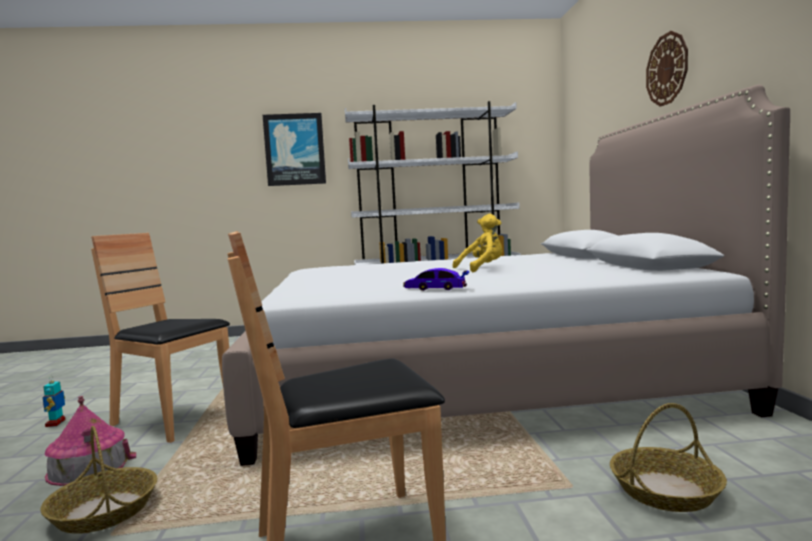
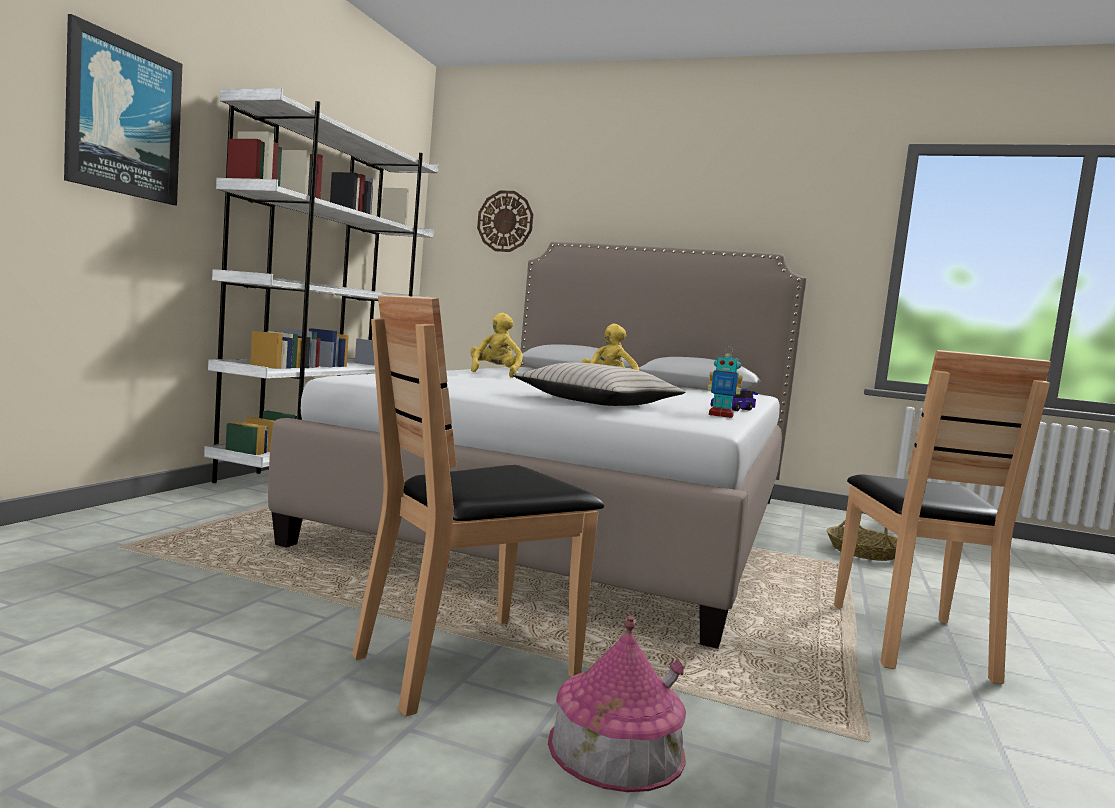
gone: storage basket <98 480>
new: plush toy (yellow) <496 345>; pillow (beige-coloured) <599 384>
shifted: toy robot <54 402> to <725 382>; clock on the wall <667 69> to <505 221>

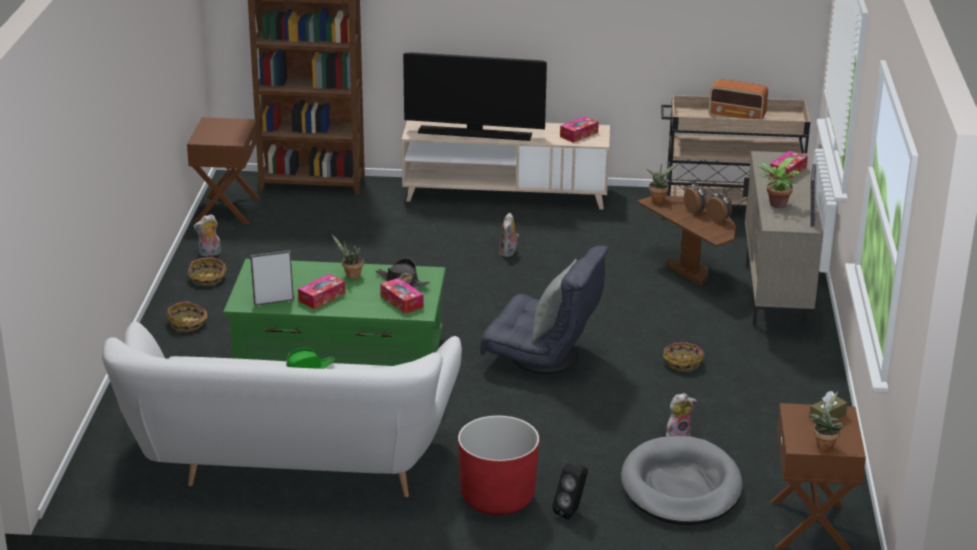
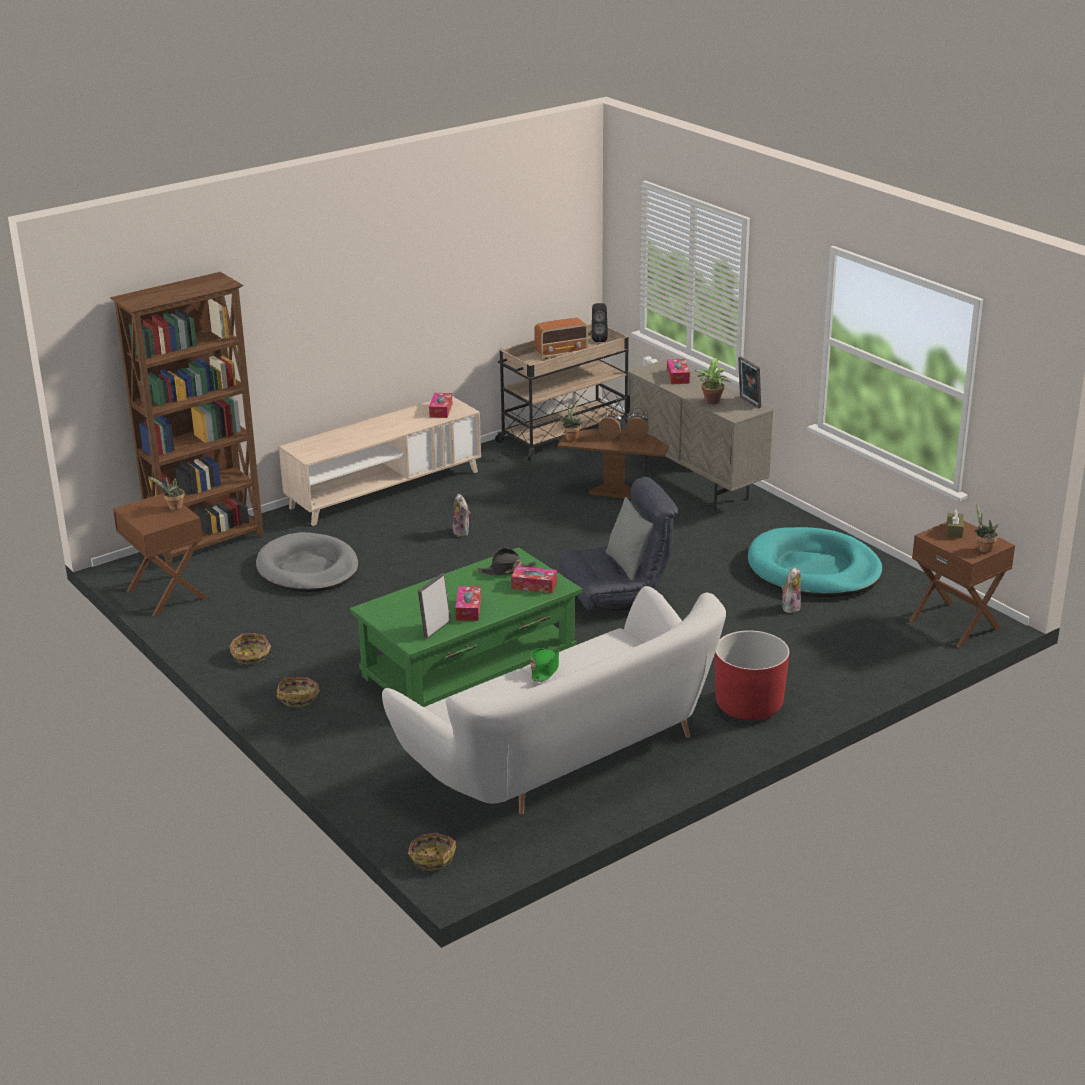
gone: plush toy <207 235>; television <475 96>
new: dog cushion (turquoise) <815 562>
shifted: houseplant <348 257> to <166 493>; speaker (black-coloured) <570 491> to <600 322>; dog cushion (greyish) <682 480> to <307 562>; storage basket <683 356> to <431 852>

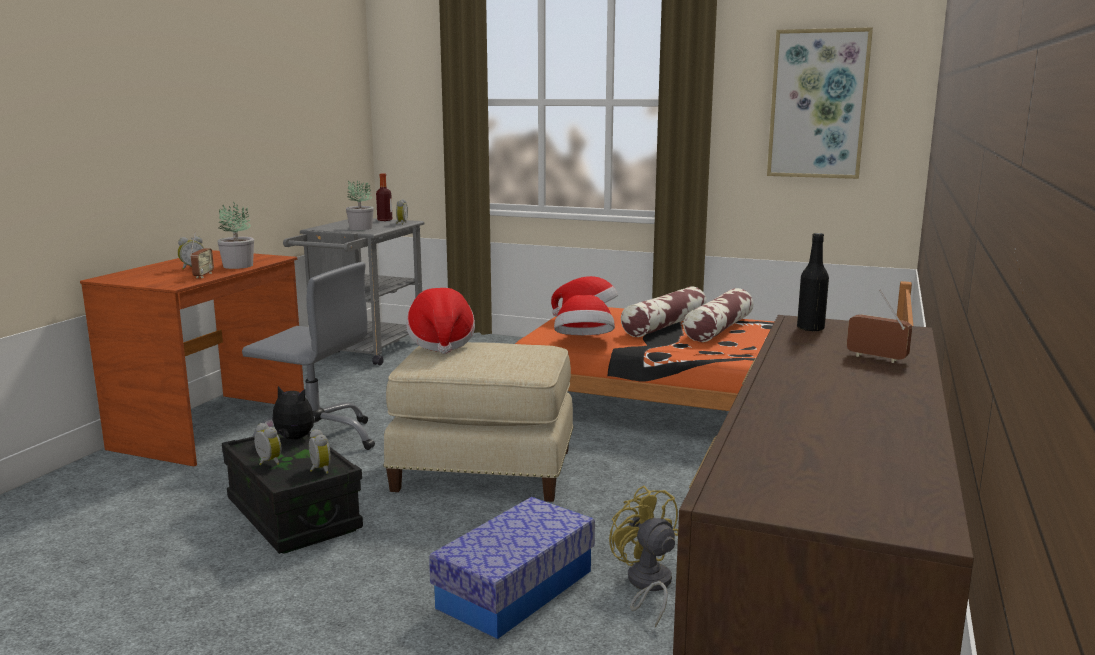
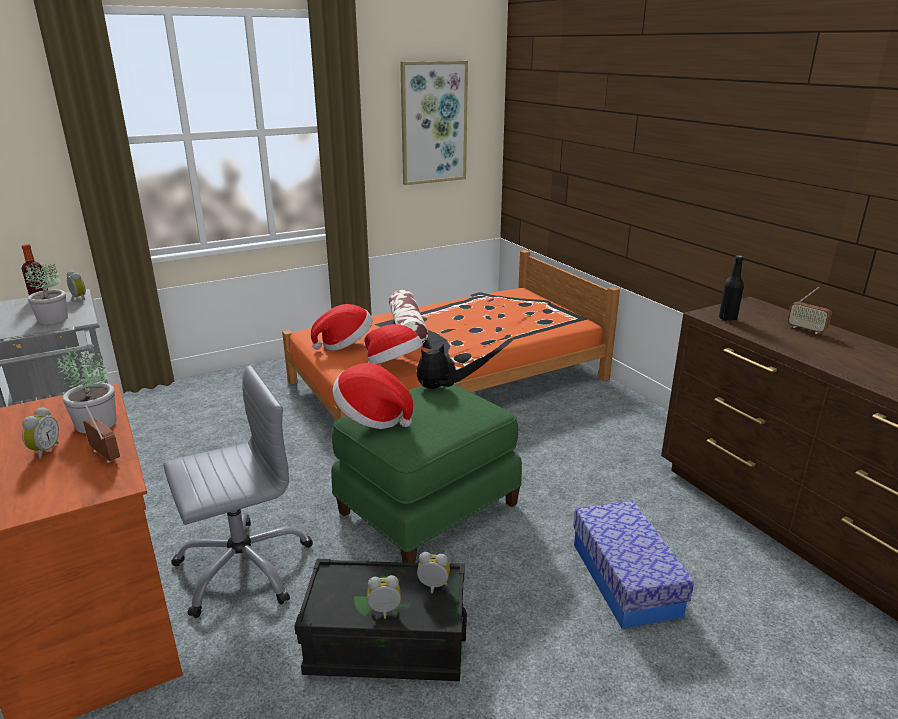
gone: fan (yellow) <643 556>; pillow <718 315>
shifted: plush toy <289 412> to <435 366>
repainted: footrest (beige-coloured) <478 422> to footrest (green) <426 473>
rotated: radio set <879 326> = <809 310> 120 degrees counterclockwise

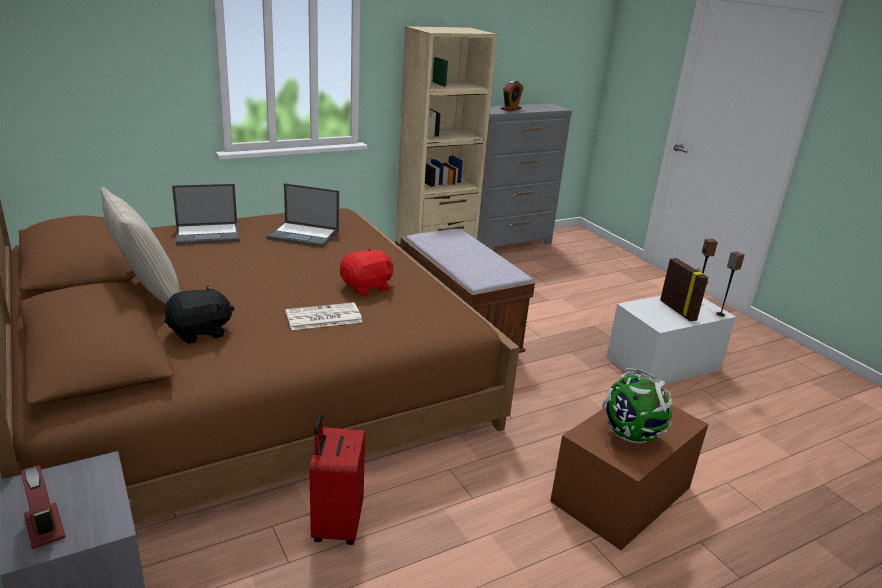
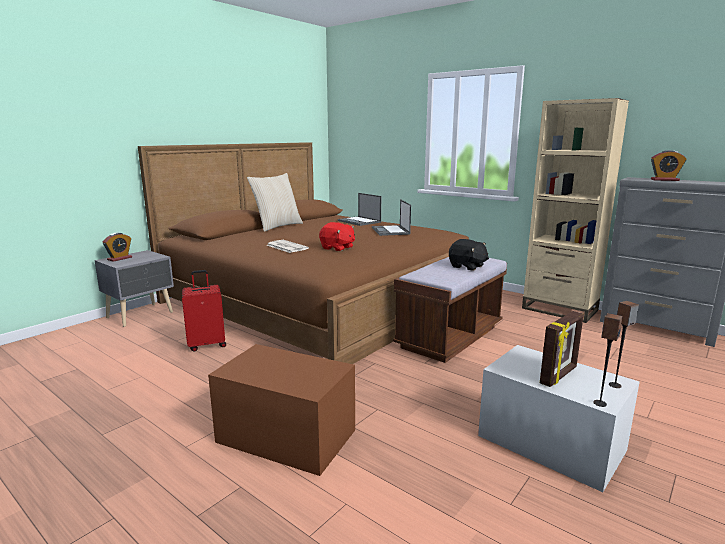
gone: desk globe <637 405>
shifted: plush toy (black-coloured) <199 314> to <469 255>

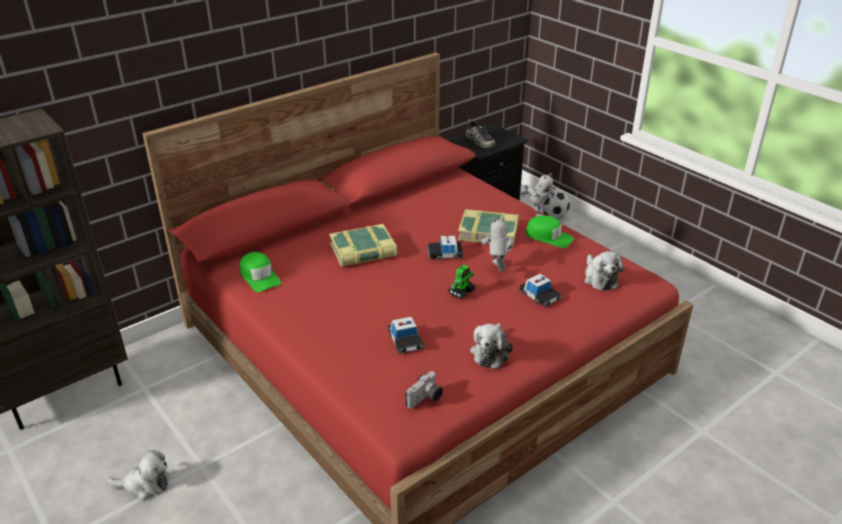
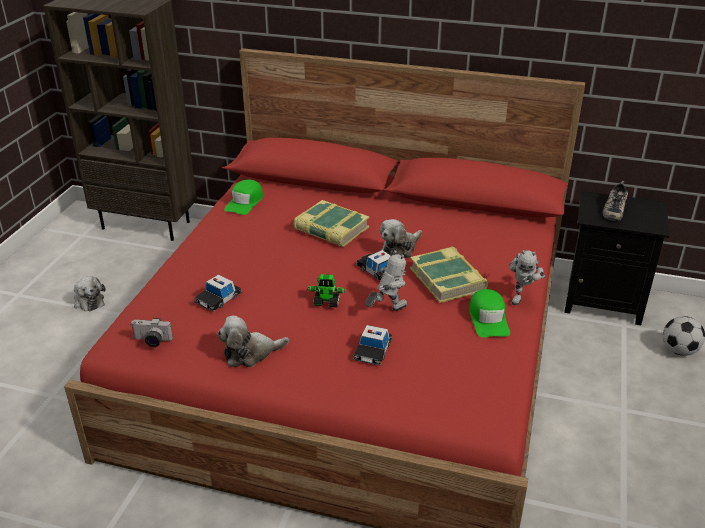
shifted: plush toy <604 271> to <401 238>

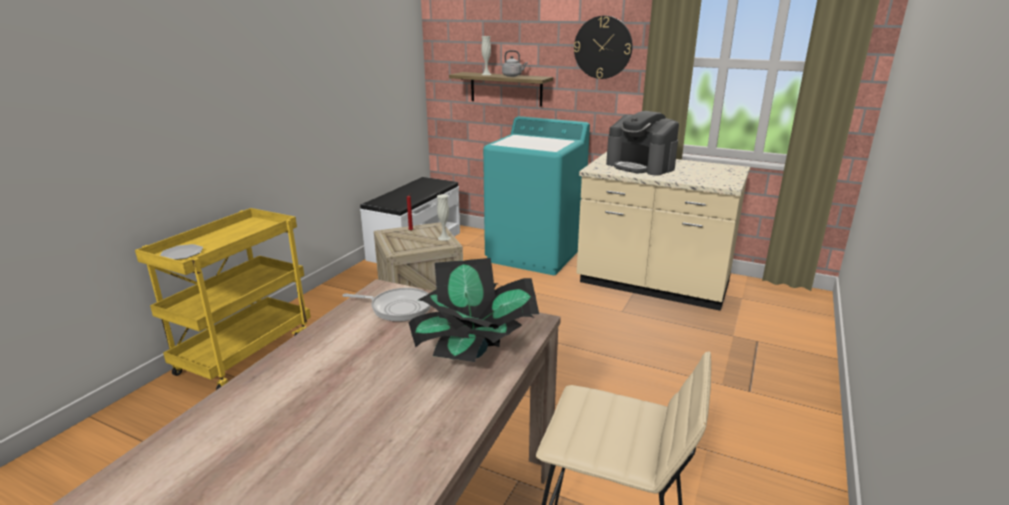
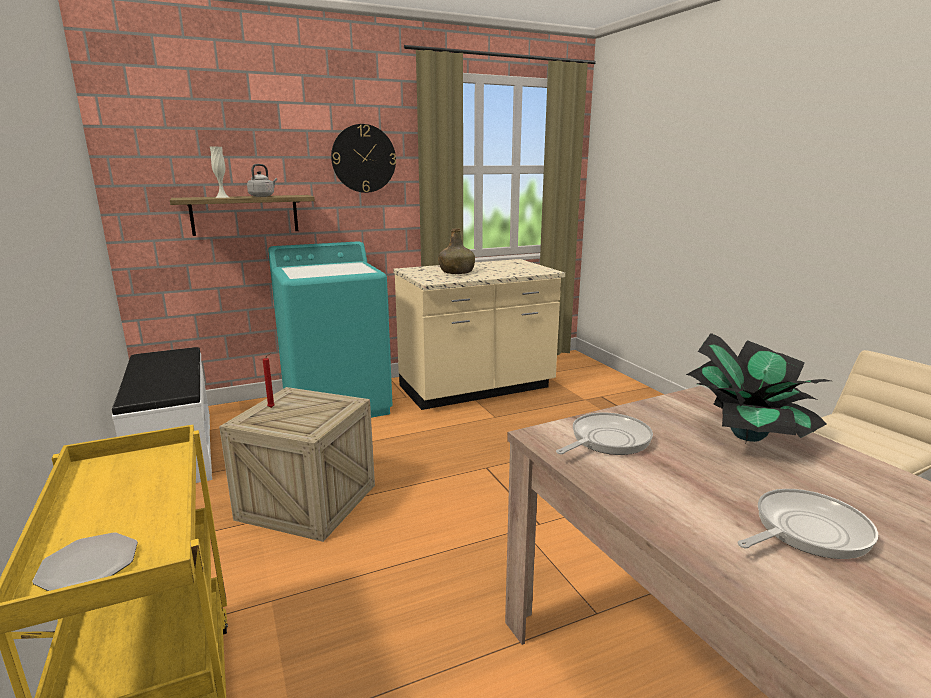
gone: vase (whitish) <444 217>
new: pan <807 524>
swapped: coffee brewer <642 143> to beverage bottle (green) <456 251>

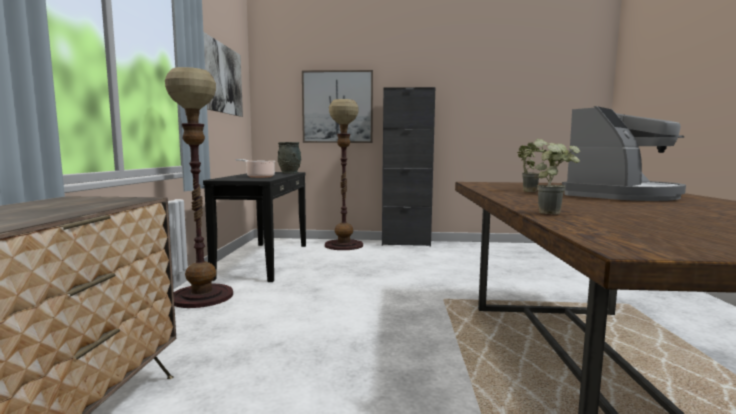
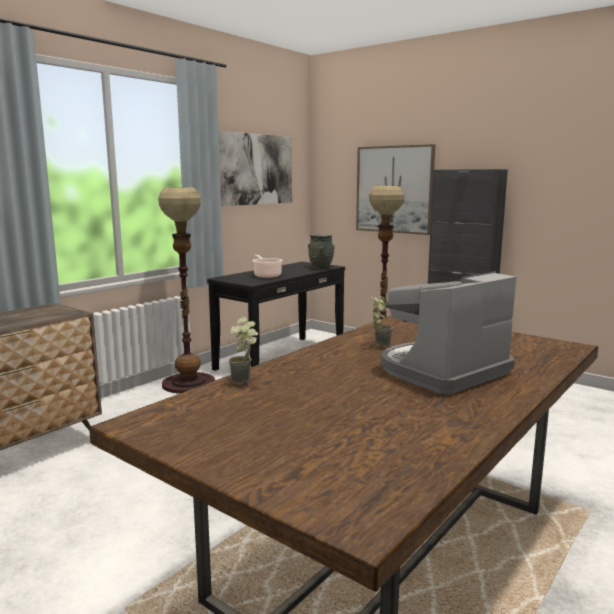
rotated: coffee brewer <624 153> = <448 332> 150 degrees clockwise

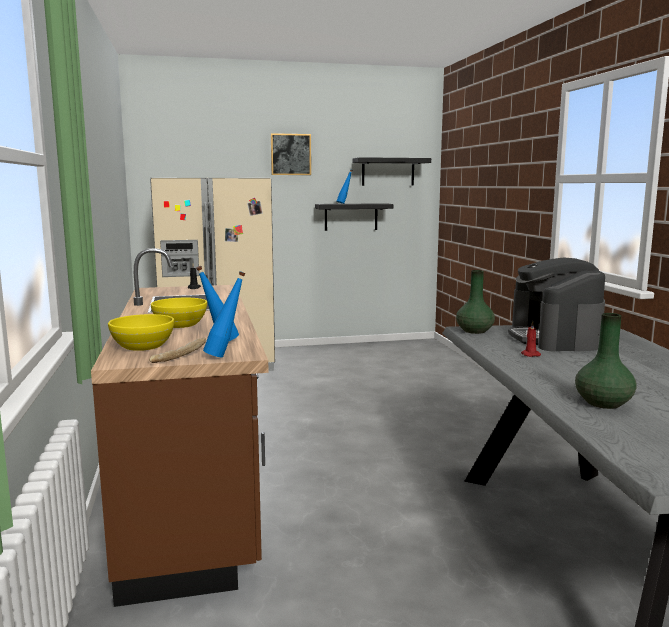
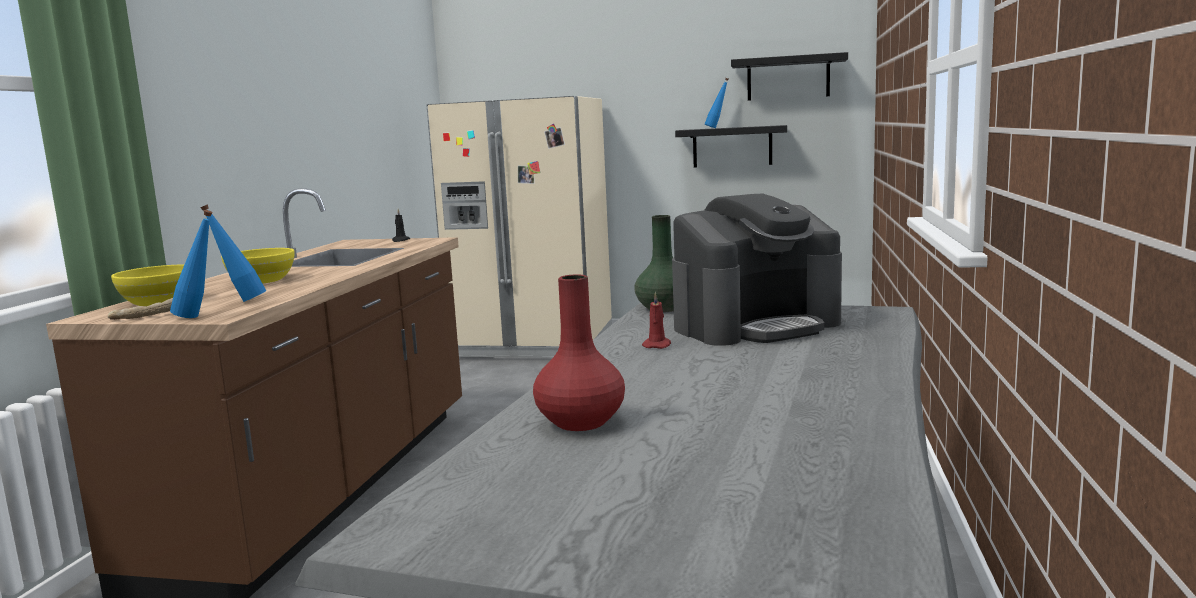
gone: wall art <291 154>
repainted: vase (green) <606 361> to vase (red) <579 353>
rotated: coffee brewer <556 304> = <757 269> 135 degrees counterclockwise

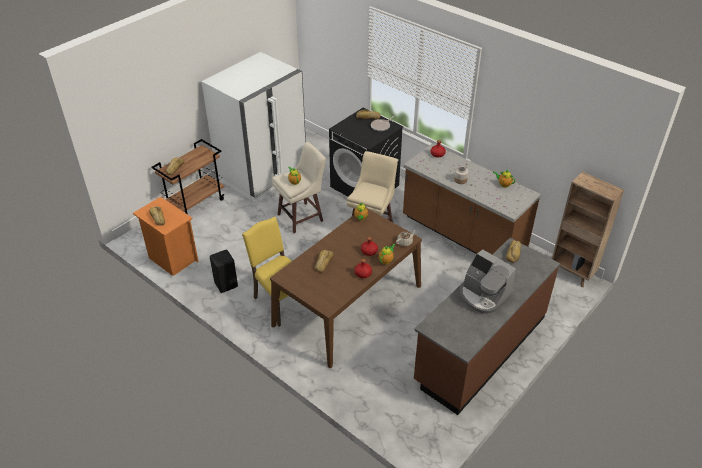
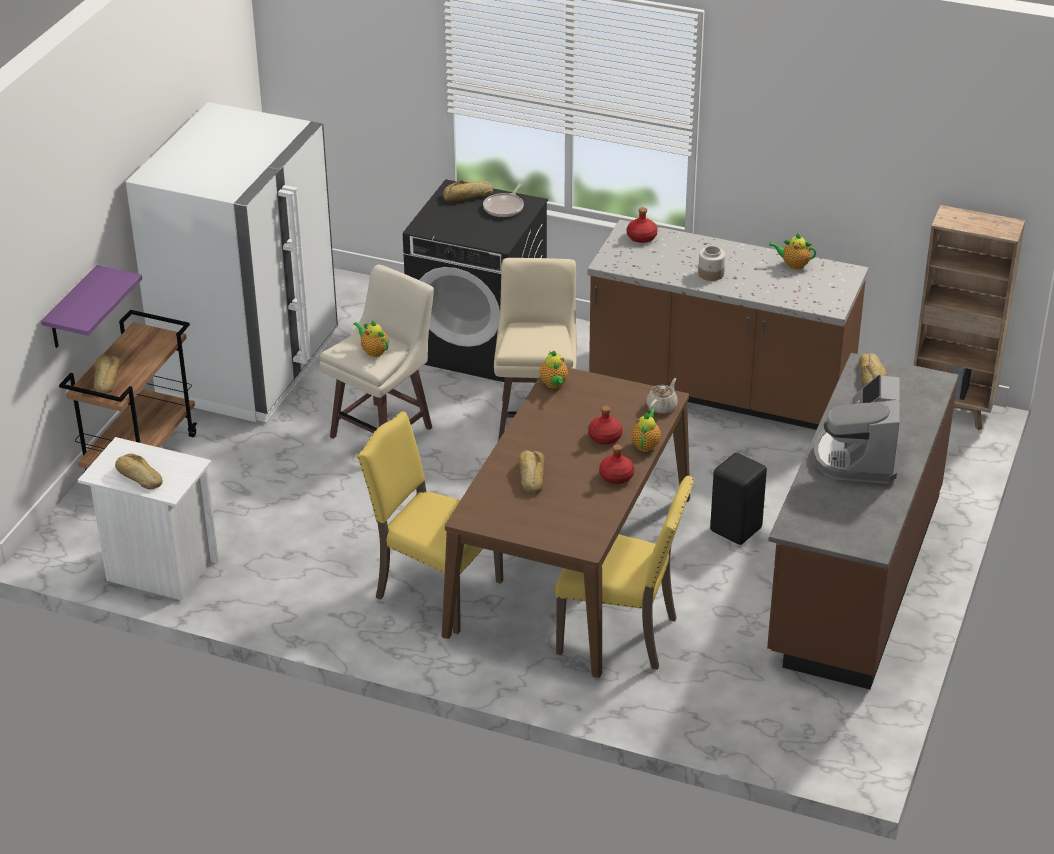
new: wall shelf (purple-coloured) <91 306>; upright chair (yellow) <625 573>
shifted: stool (black-coloured) <224 271> to <738 499>
repainted: night table (orange-coloured) <166 236> to night table (whitish) <148 518>
rotated: coffee brewer <488 281> = <857 429> 75 degrees clockwise

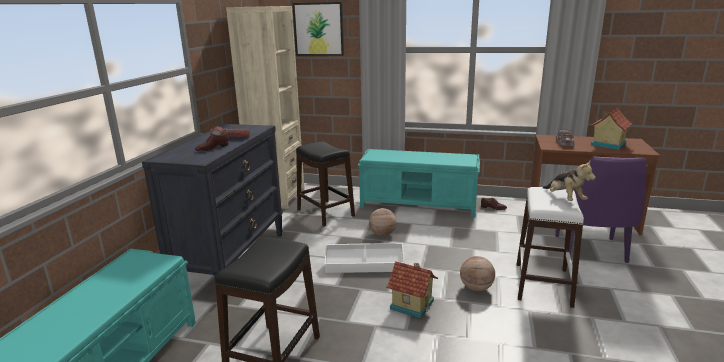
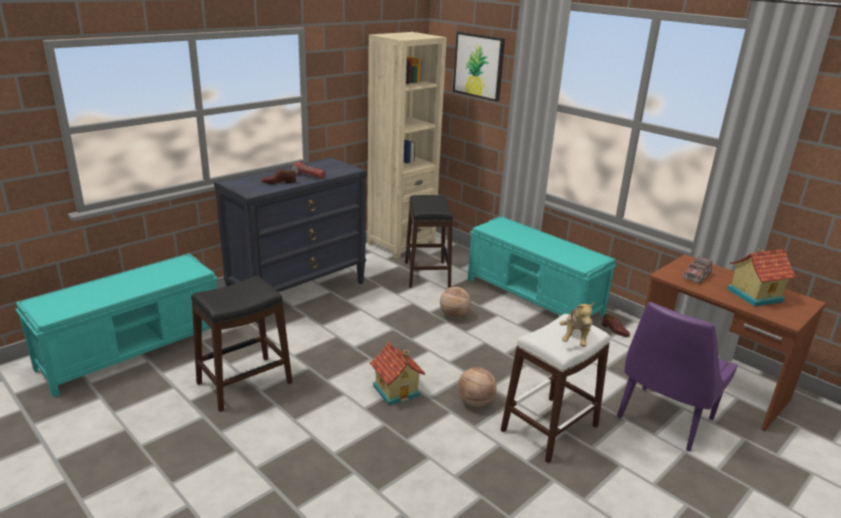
gone: storage container (whitish) <365 258>

